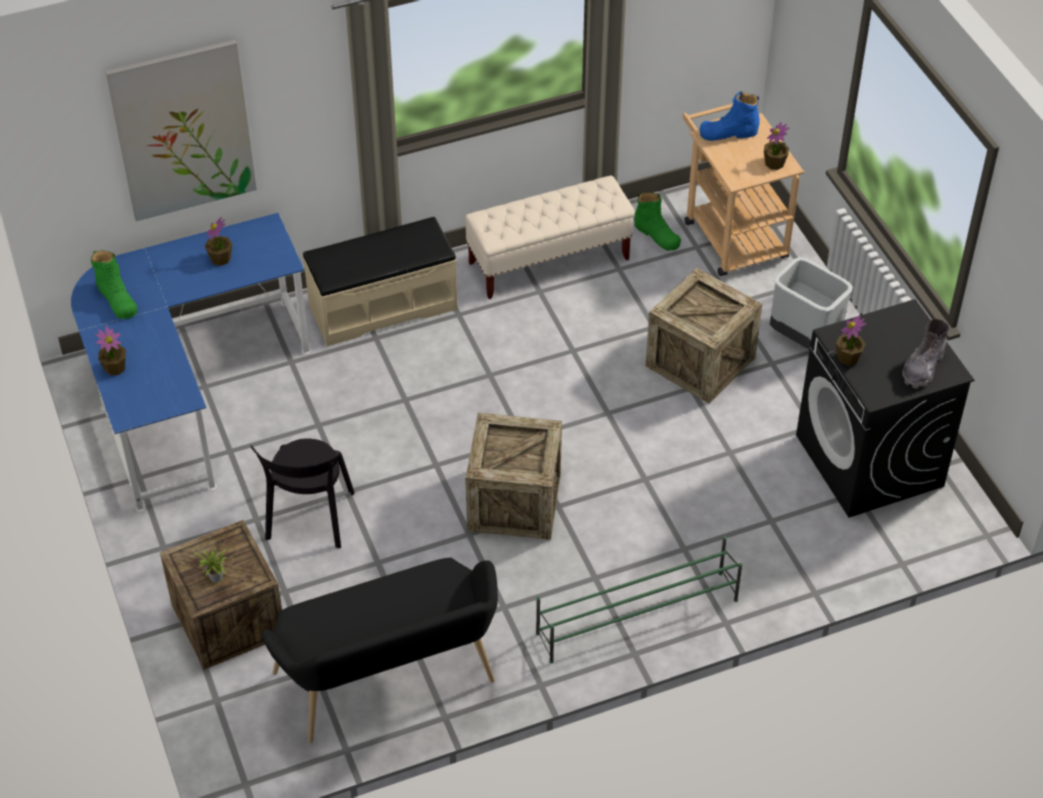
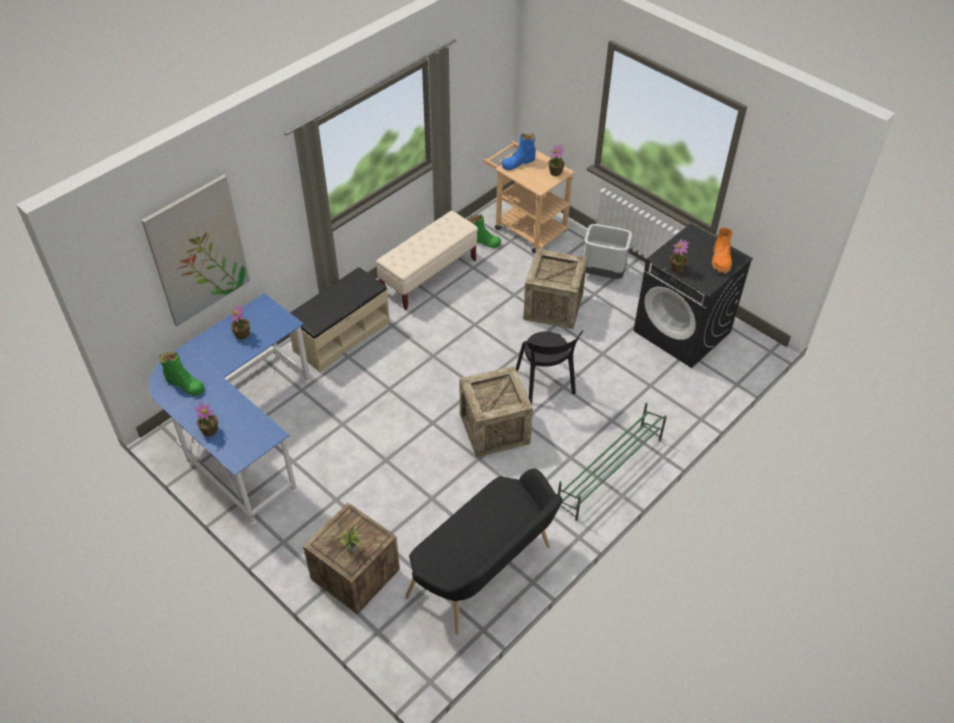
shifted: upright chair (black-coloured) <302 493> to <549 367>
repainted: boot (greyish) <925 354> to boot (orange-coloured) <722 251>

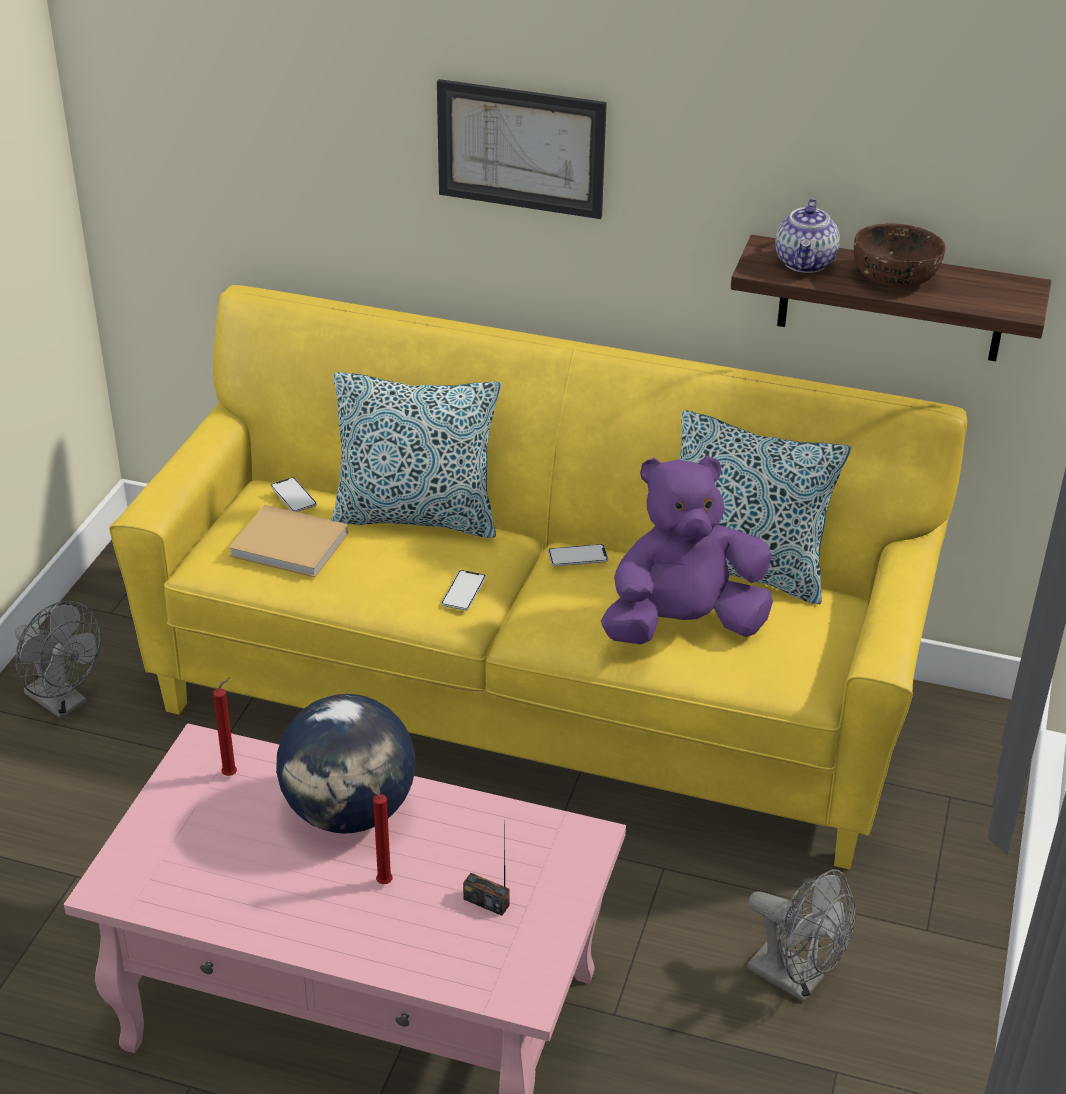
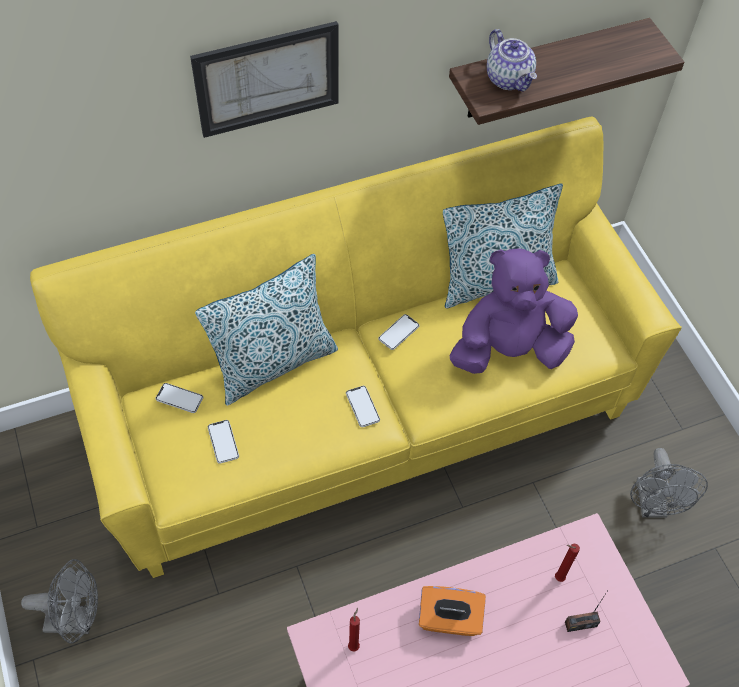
gone: deep dish (brownish) <900 255>
shifted: wax candle (red) <380 833> to <567 563>
swapped: bound book (beige-coloured) <289 541> to phone <223 442>; desk globe <345 764> to box of tissues (orange-coloured) <452 611>
rotated: plush toy (purple-coloured) <687 550> = <514 311> 45 degrees clockwise; fan (greyish) <801 935> = <669 483> 90 degrees clockwise

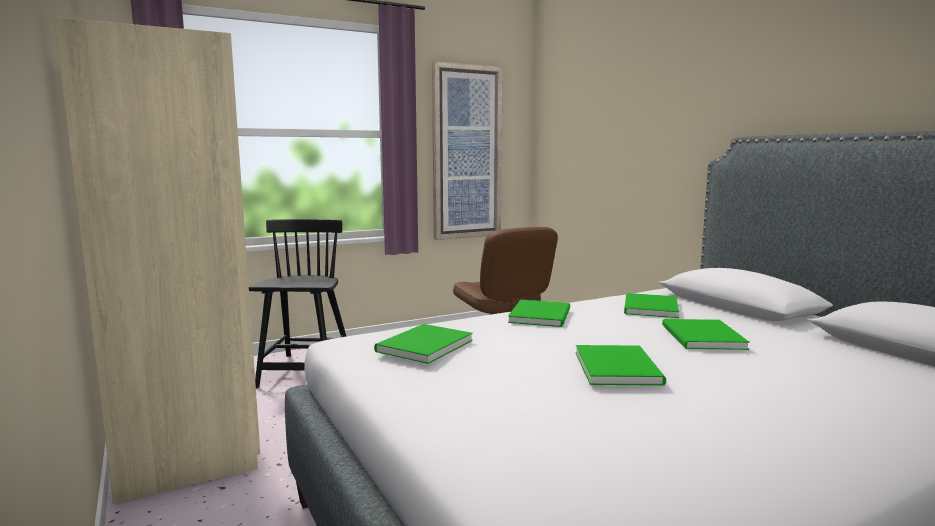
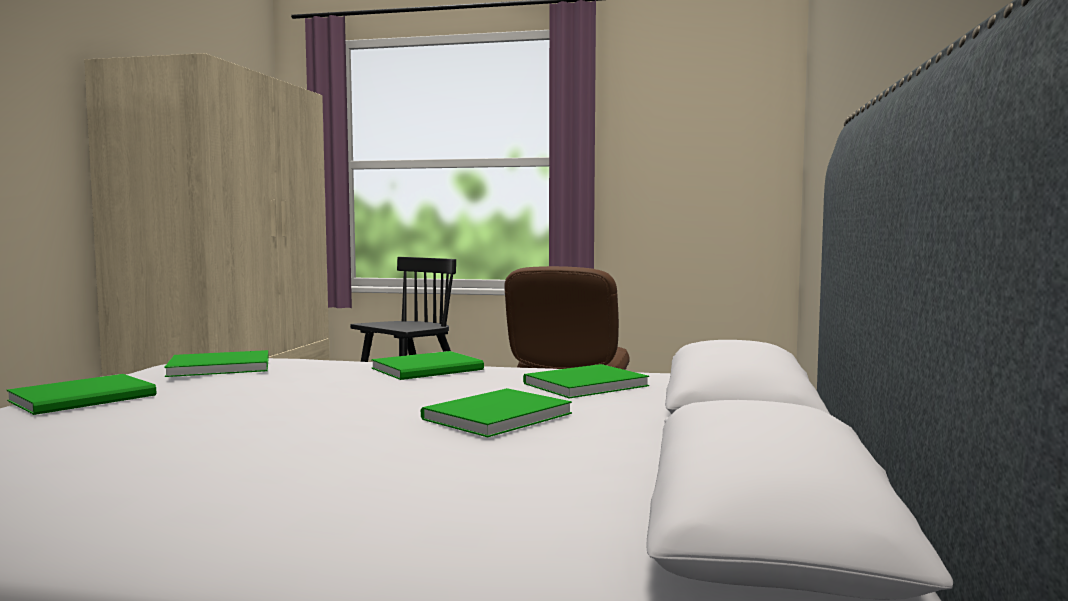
gone: wall art <467 150>
shifted: bound book (green) <621 365> to <81 394>

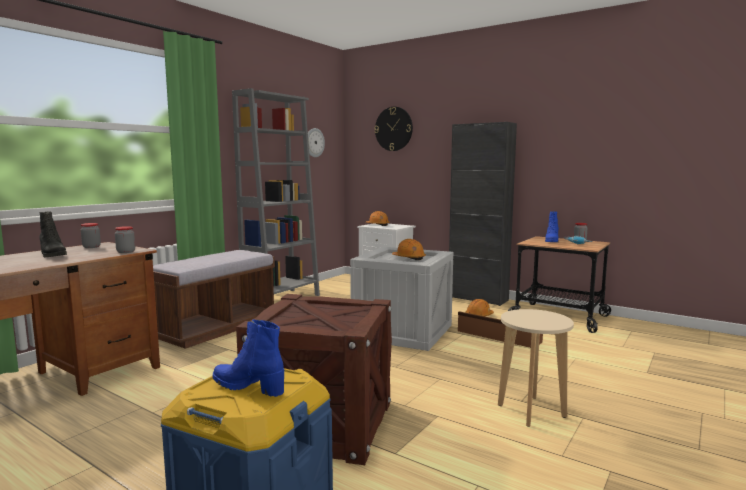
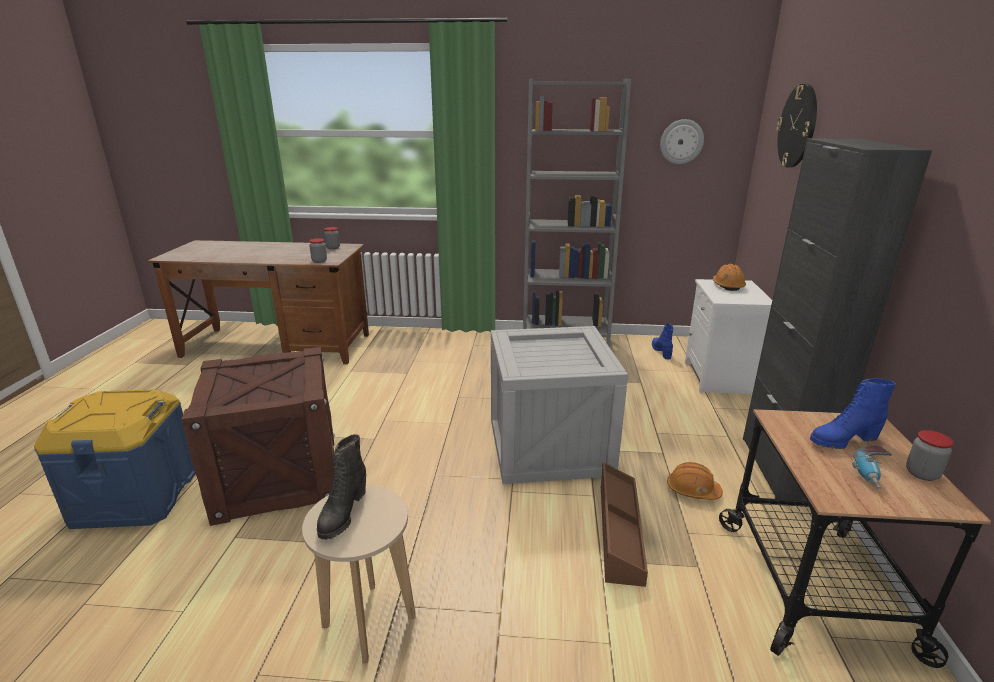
gone: indoor bench (brownish) <214 299>; hard hat (orange-coloured) <409 249>
shifted: boot (black-coloured) <53 234> to <341 487>; boot (blue) <248 358> to <662 341>

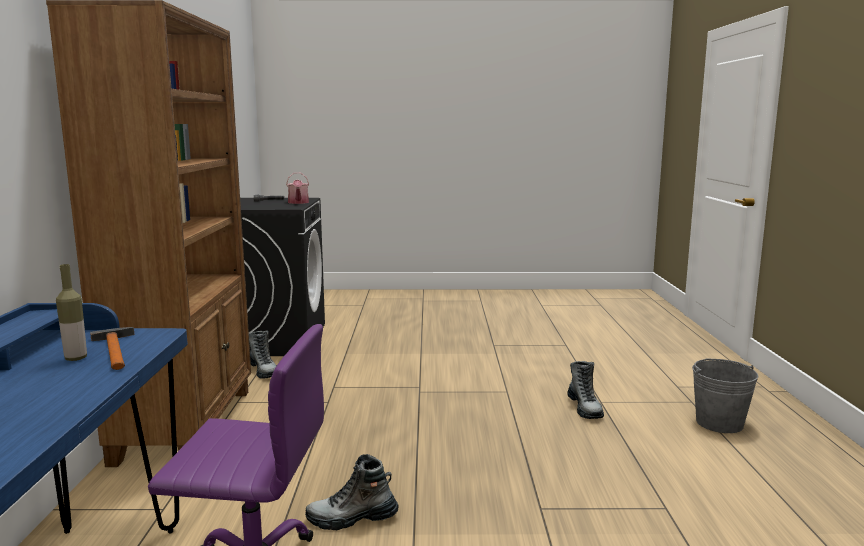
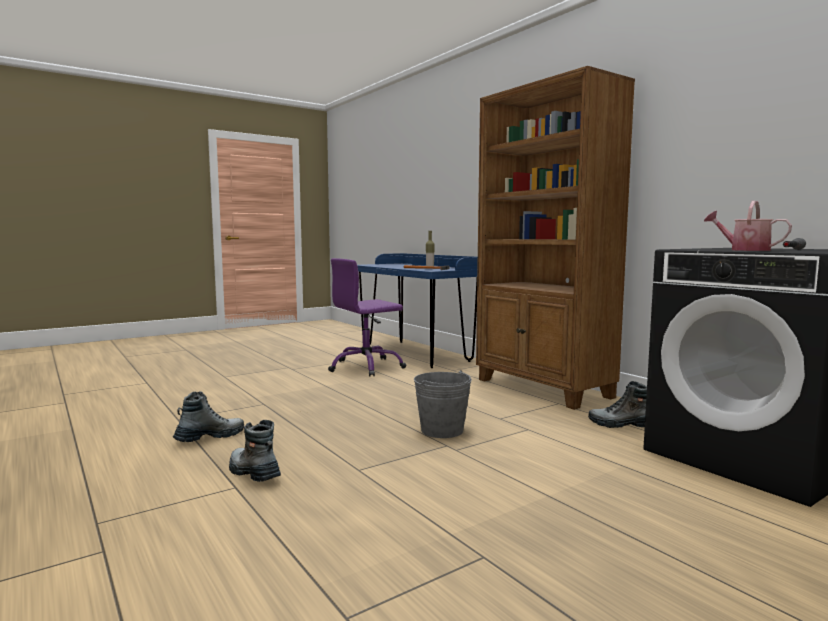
shifted: boot <351 492> to <208 416>; pail (greyish) <725 395> to <443 404>

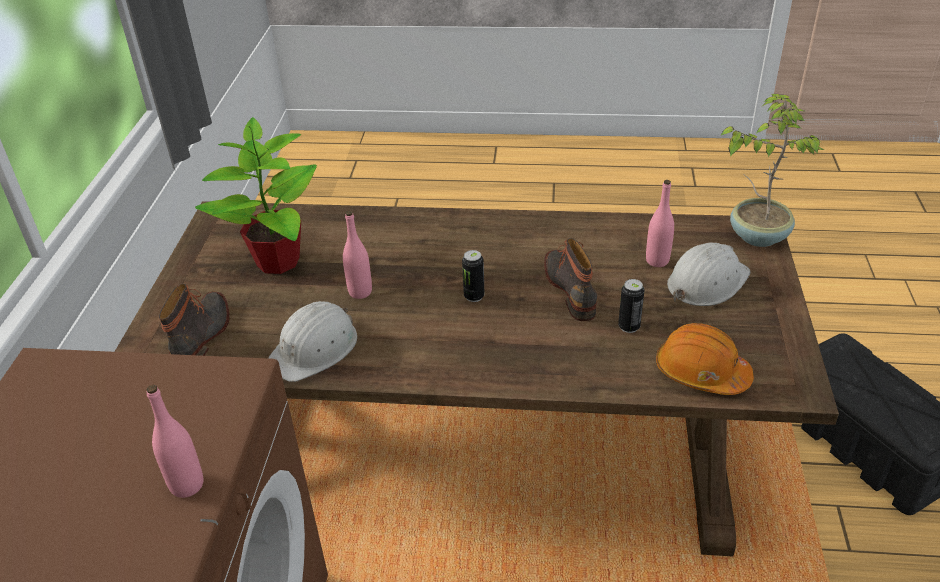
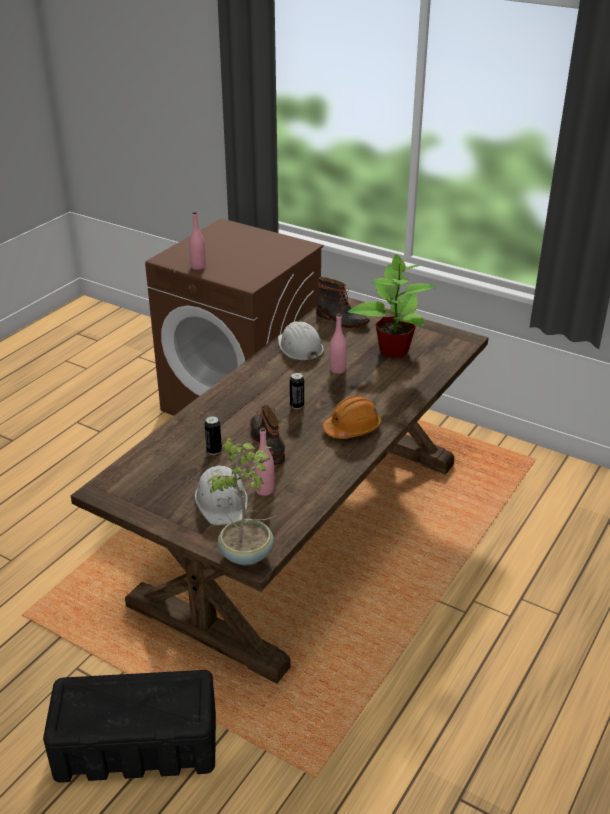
shifted: hard hat (orange-coloured) <705 359> to <351 417>
rotated: boot <570 279> = <267 435> 120 degrees counterclockwise

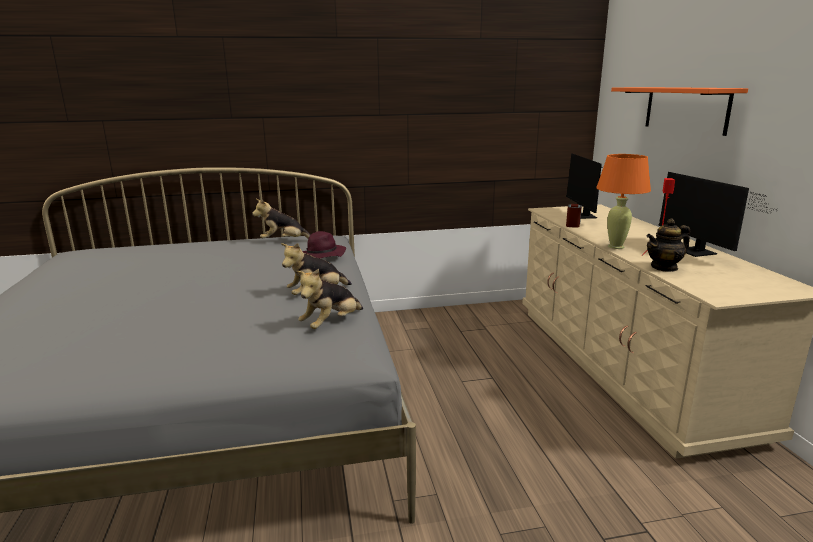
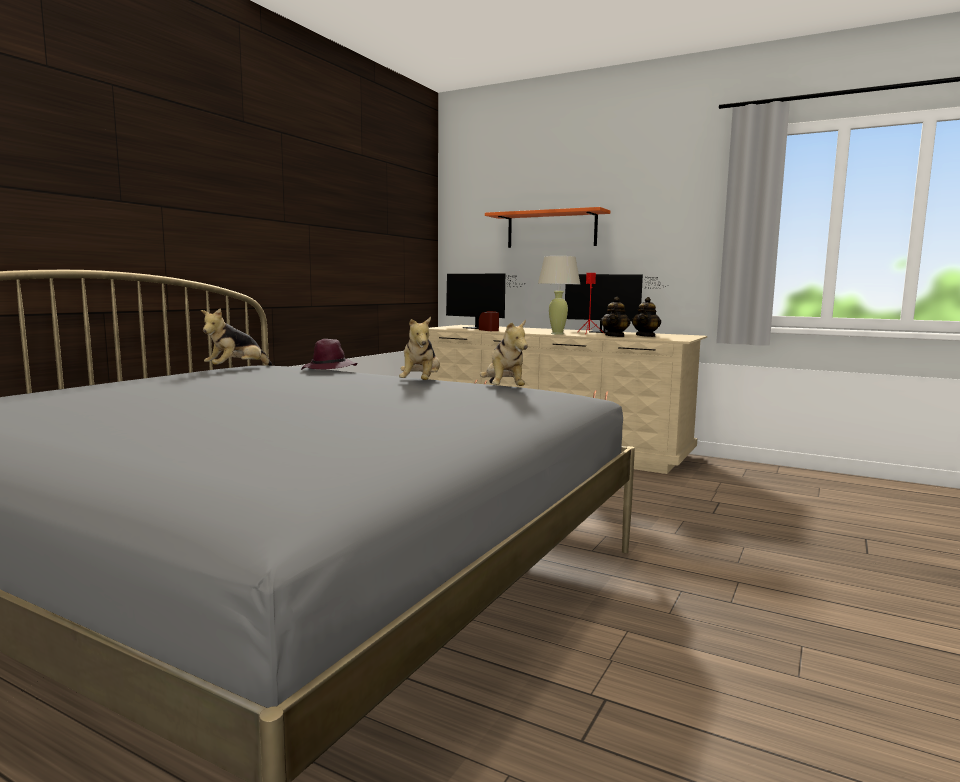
new: pot for tea <646 317>
repainted: table lamp (orange-coloured) <623 201> to table lamp (beige-coloured) <559 295>

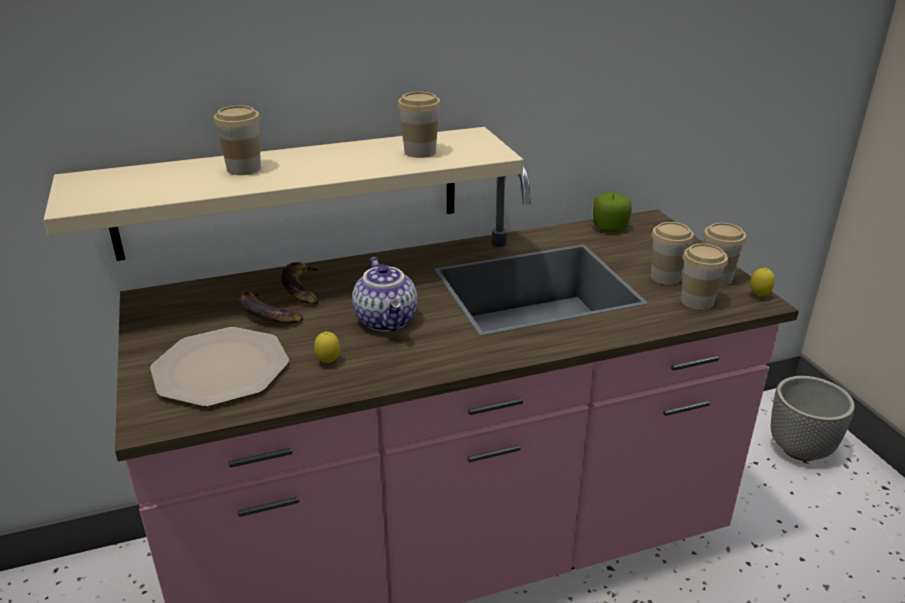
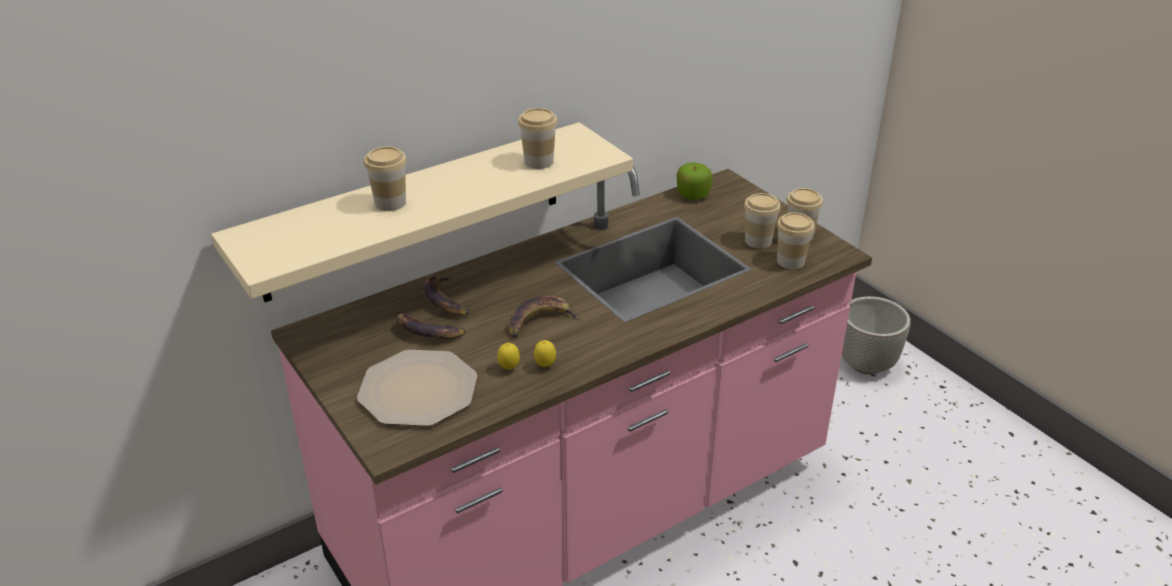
shifted: whole lemon <762 281> to <545 353>
swapped: pot for tea <384 294> to whole banana <544 316>

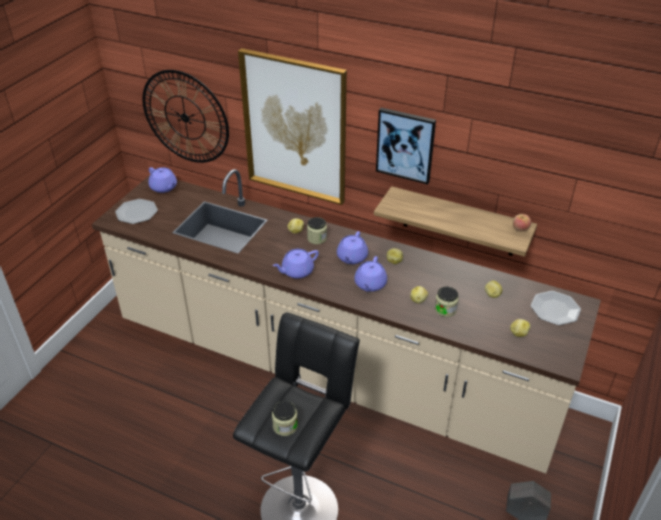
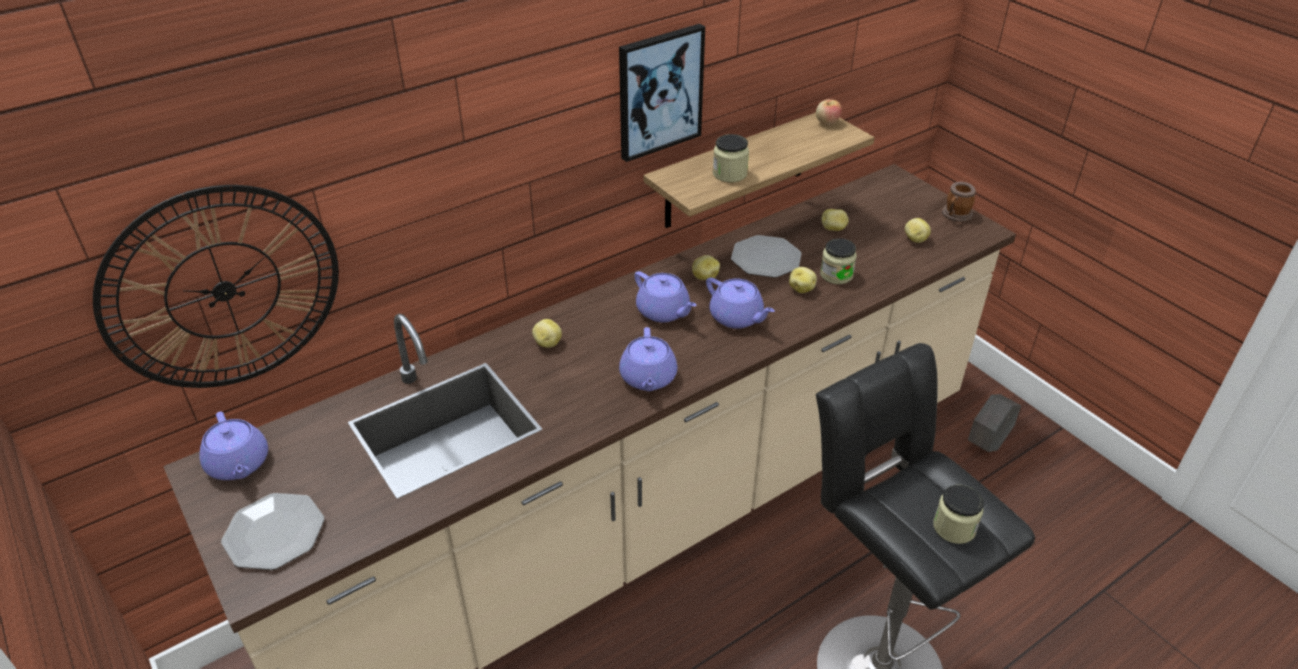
gone: wall art <292 126>
new: mug <959 202>
shifted: storage jar <317 230> to <731 158>; dinner plate <556 308> to <766 256>
rotated: pot for tea (purple-coloured) <162 180> = <233 445> 75 degrees clockwise

